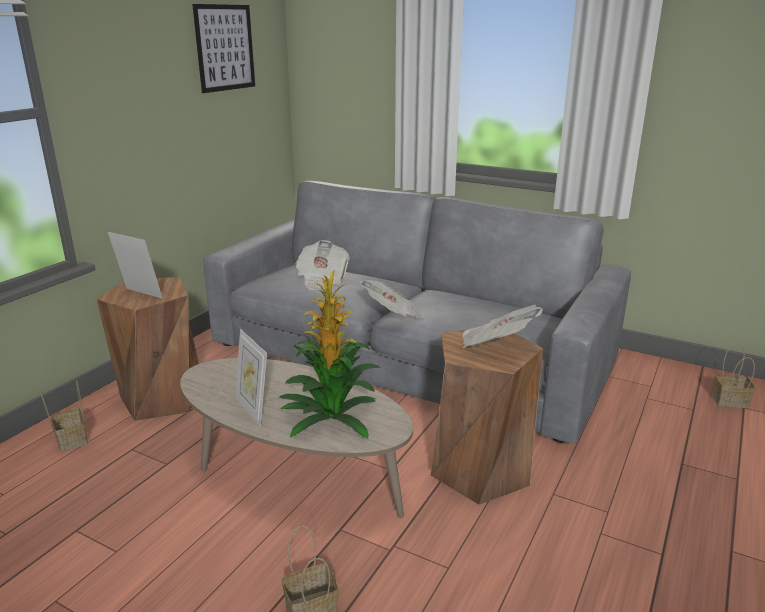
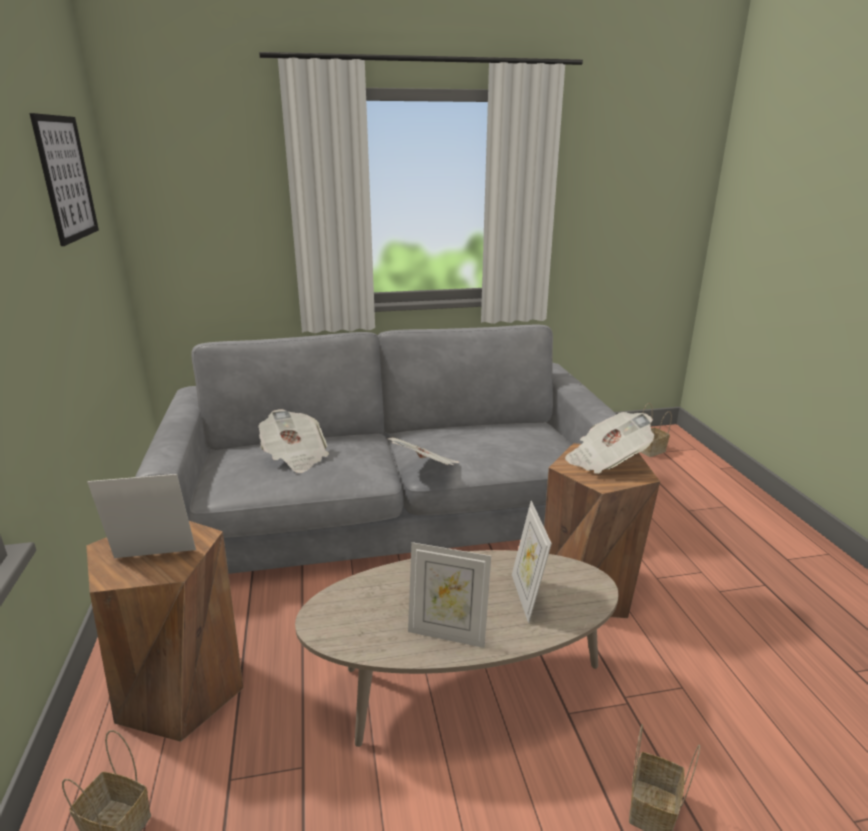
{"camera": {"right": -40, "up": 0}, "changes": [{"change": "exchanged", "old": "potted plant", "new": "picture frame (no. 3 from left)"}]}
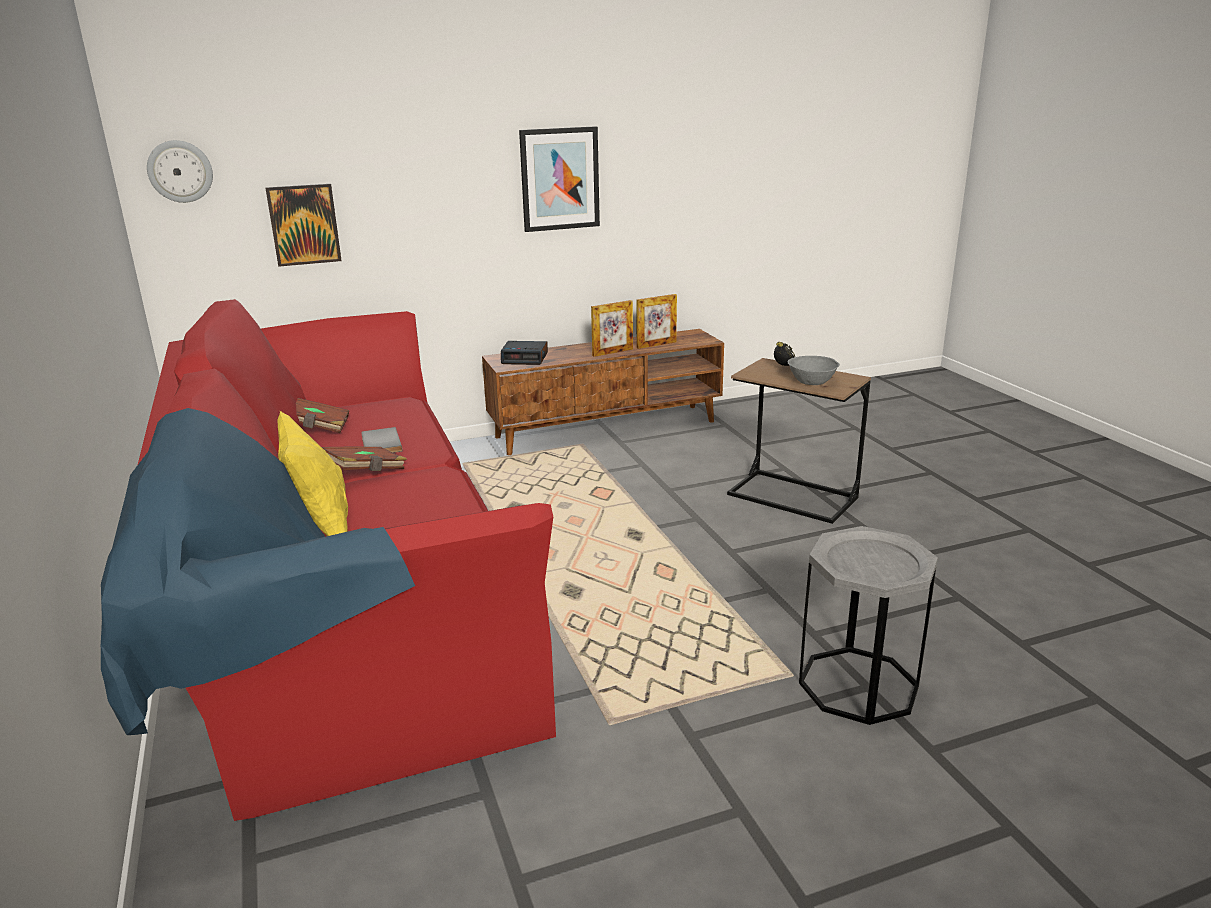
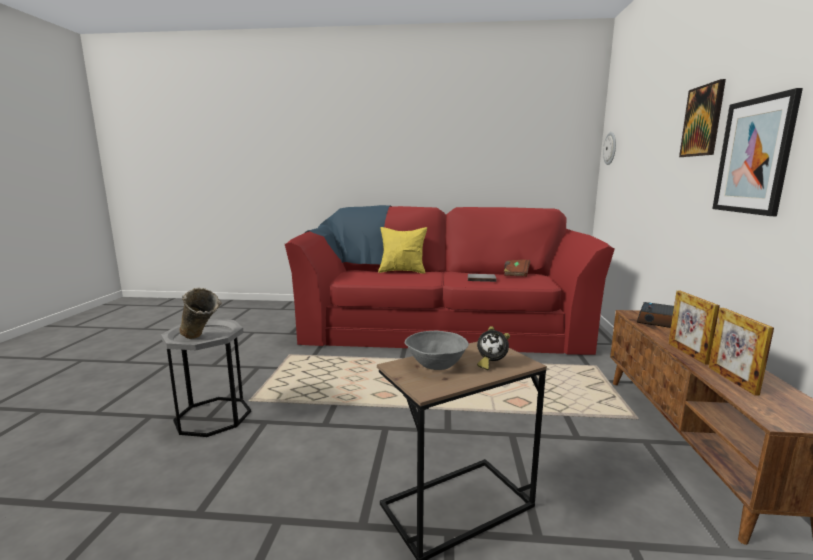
{"camera": {"right": 115, "up": -10}, "changes": [{"change": "relocated", "old": "picture (no. 1 from left)"}, {"change": "missing", "old": "brown book (no. 2 from left)"}, {"change": "appeared", "new": "beige vase"}]}
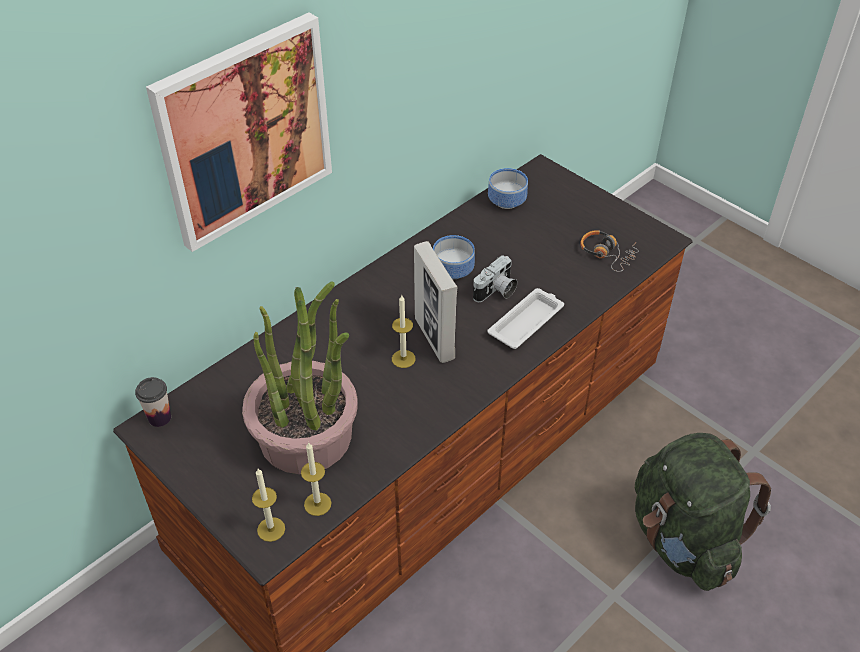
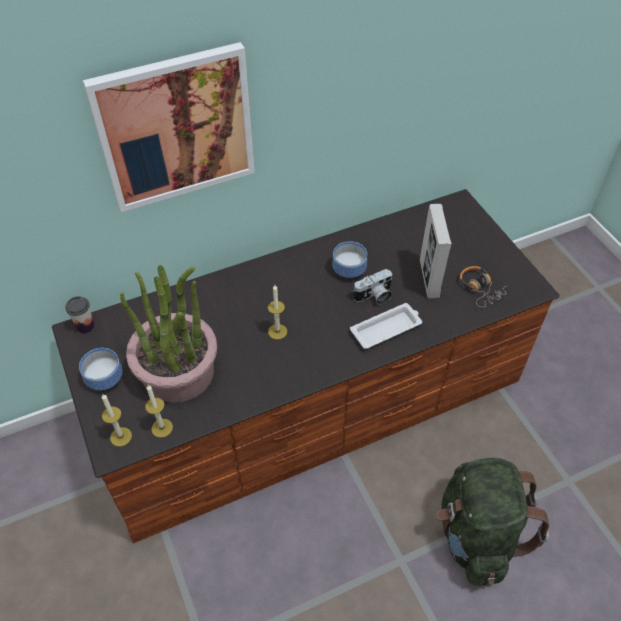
{"camera": {"right": 20, "up": 5}, "changes": [{"change": "relocated", "old": "picture frame"}, {"change": "relocated", "old": "bowl (no. 2 from left in the first image)", "new": "bowl (no. 1 from left)"}]}
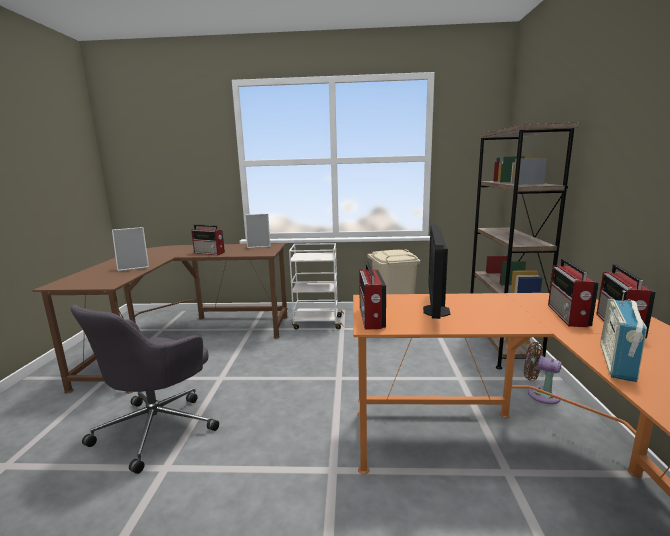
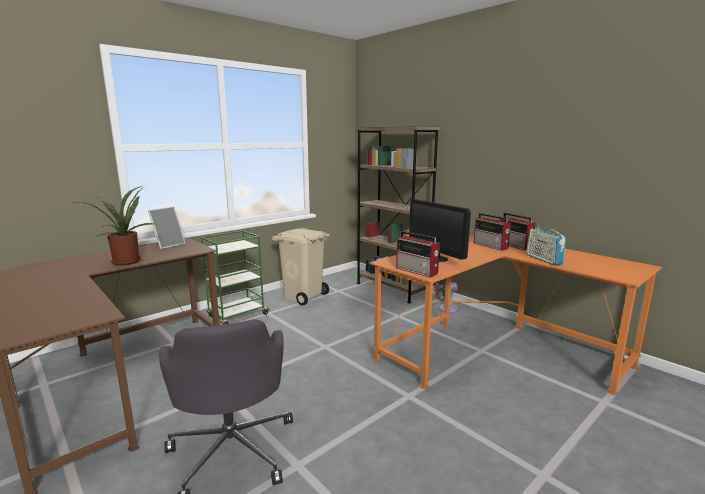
{"camera": {"right": -45, "up": 0}, "changes": [{"change": "missing", "old": "picture frame (no. 1 from left)"}, {"change": "exchanged", "old": "radio (no. 1 from left)", "new": "potted plant"}, {"change": "colour", "old": "white cart", "new": "green cart"}]}
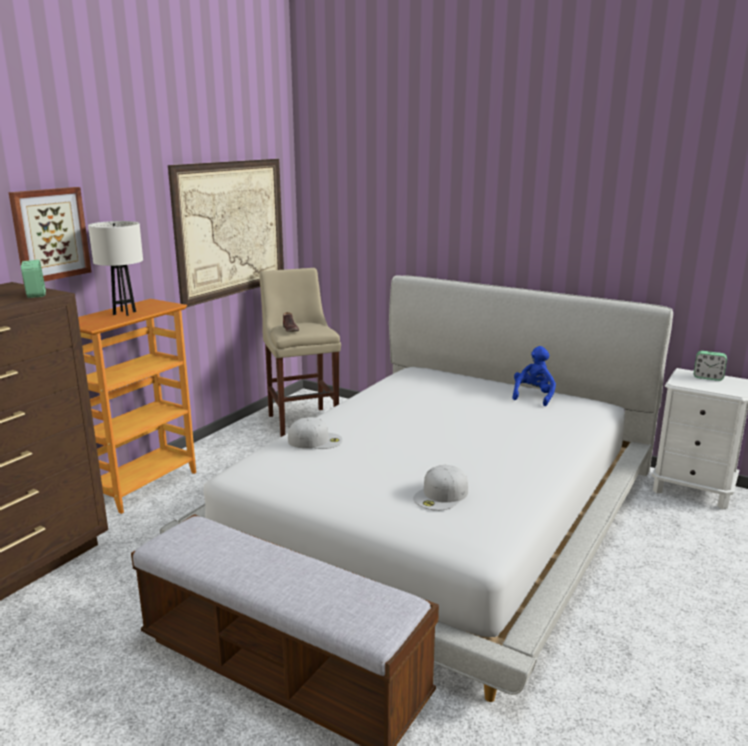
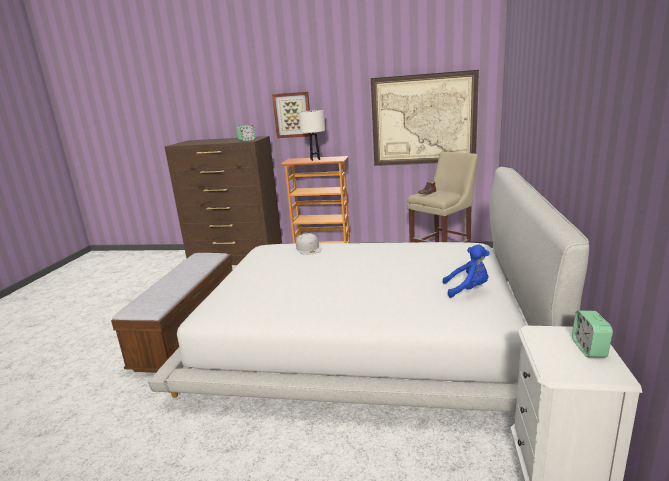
{"camera": {"right": 70, "up": 0}, "changes": [{"change": "missing", "old": "white cap (no. 2 from left)"}]}
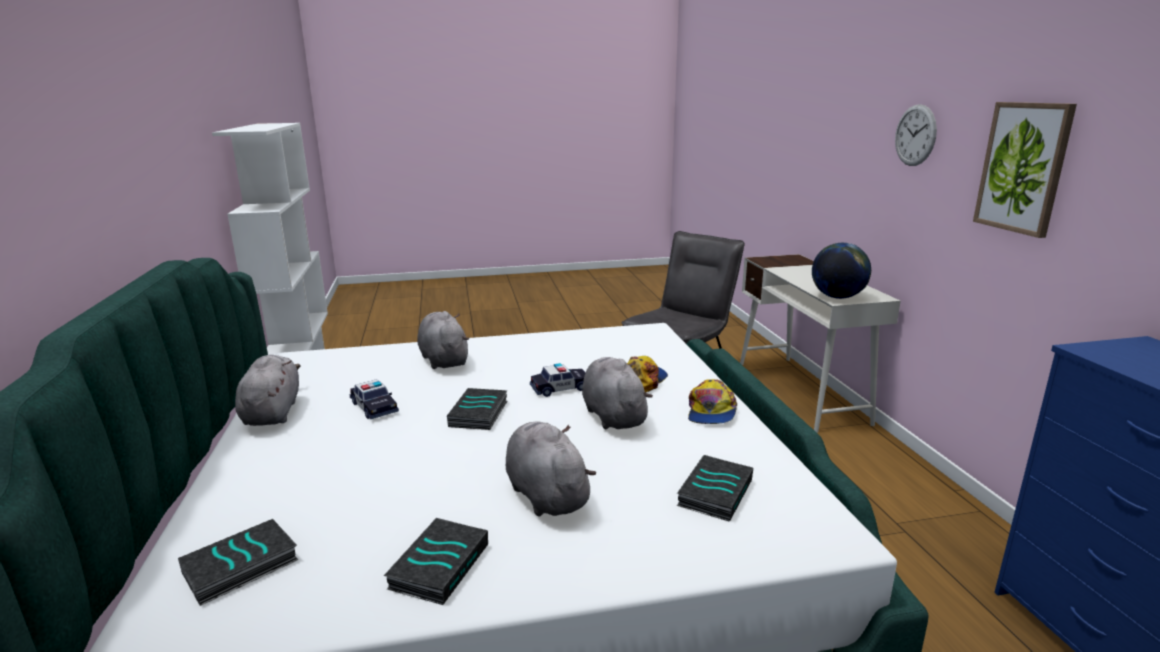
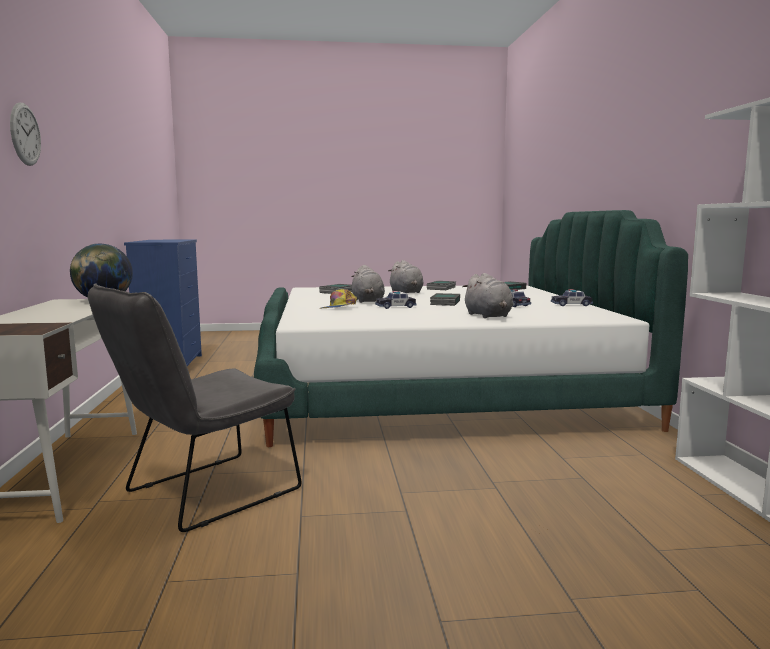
{"camera": {"right": -175, "up": -10}, "changes": [{"change": "exchanged", "old": "grey plush toy (no. 1 from left)", "new": "toy car (no. 3 from left)"}, {"change": "missing", "old": "cap (no. 2 from left)"}, {"change": "missing", "old": "picture"}]}
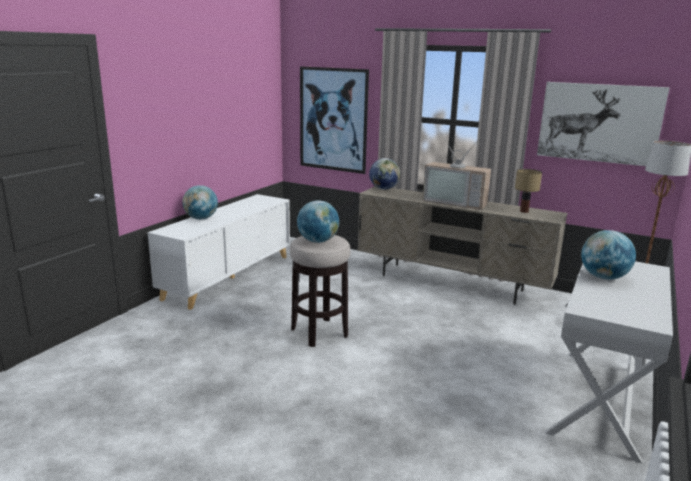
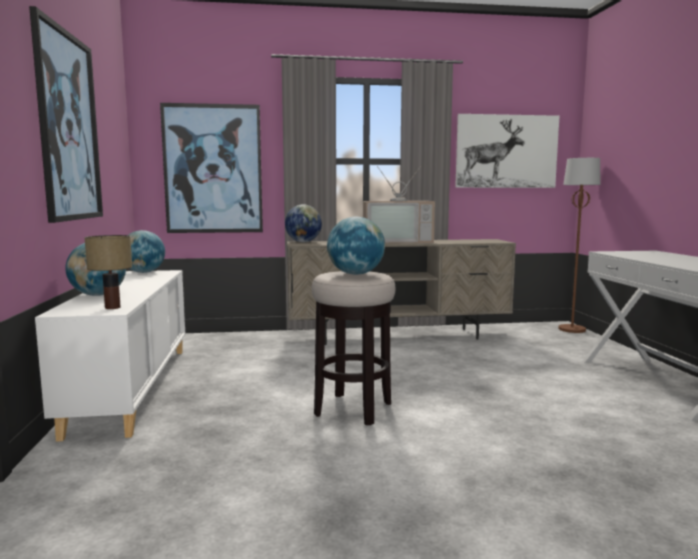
{"camera": {"right": -35, "up": -10}, "changes": [{"change": "relocated", "old": "table lamp"}, {"change": "relocated", "old": "globe (no. 4 from left in the first image)", "new": "globe (no. 2 from left)"}, {"change": "appeared", "new": "picture (no. 1 from left)"}]}
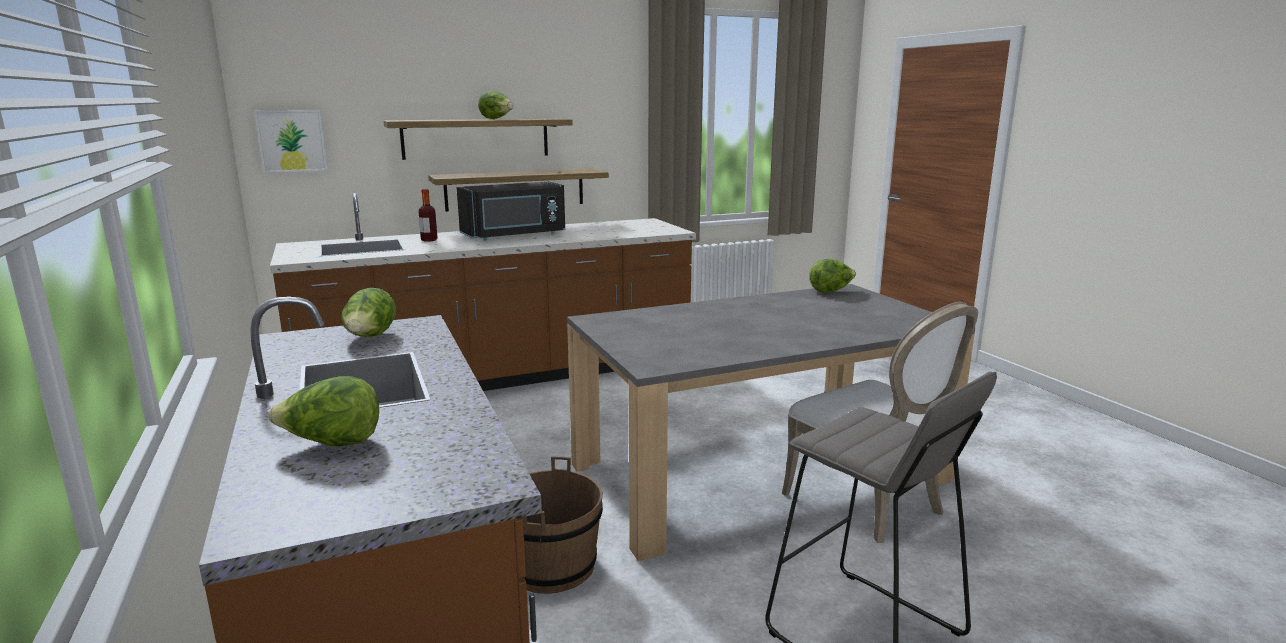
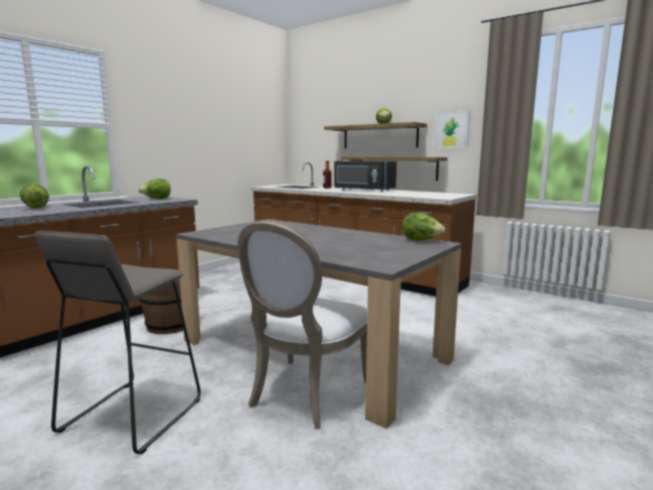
{"camera": {"right": 60, "up": -5}, "changes": [{"change": "relocated", "old": "picture"}]}
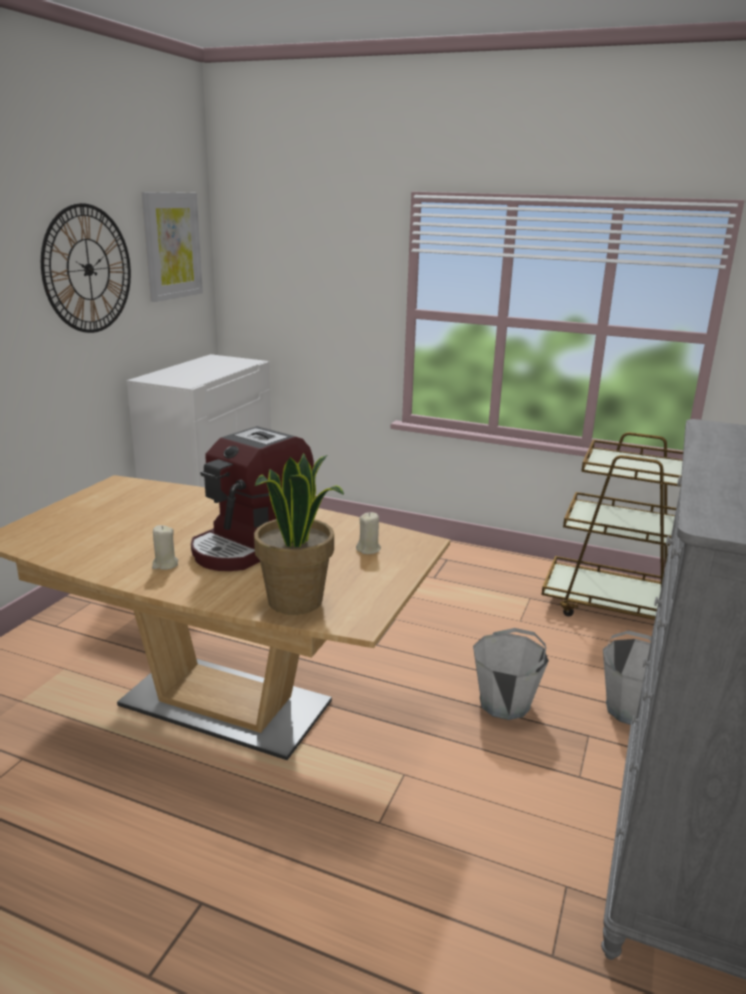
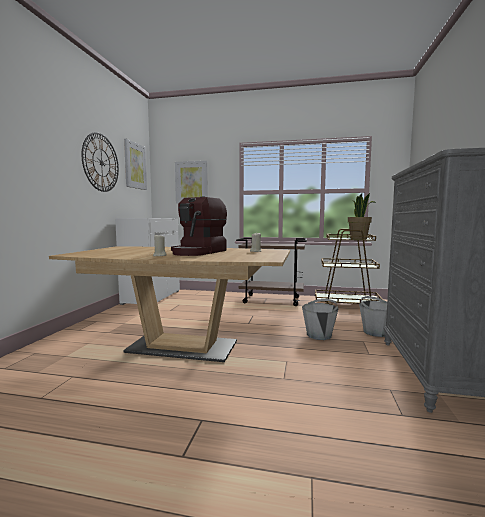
{"camera": {"right": -10, "up": -15}, "changes": [{"change": "relocated", "old": "potted plant"}, {"change": "appeared", "new": "picture (no. 2 from left)"}, {"change": "appeared", "new": "brown cart (no. 1 from left)"}]}
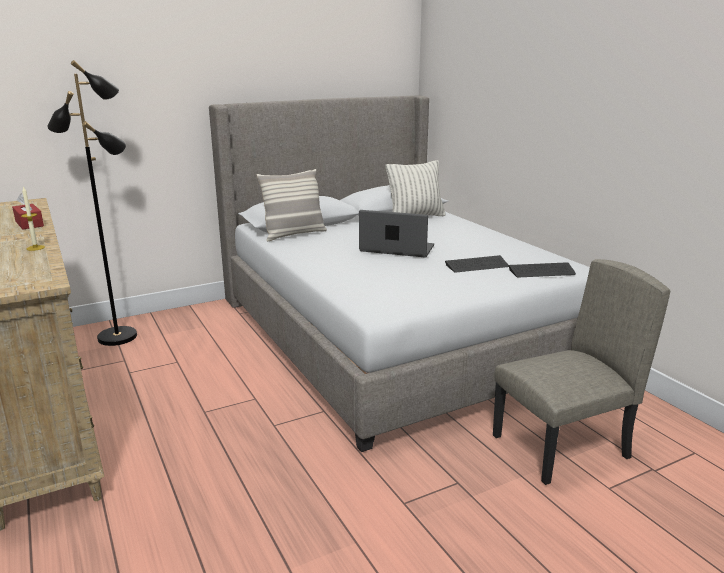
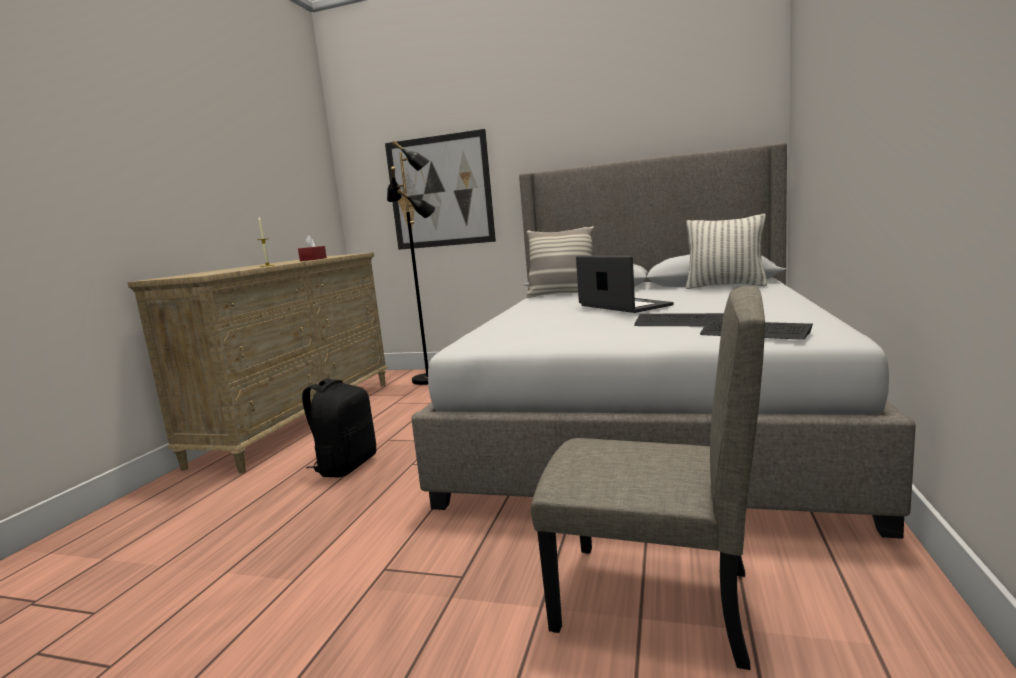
{"camera": {"right": 45, "up": -10}, "changes": [{"change": "appeared", "new": "black backpack"}, {"change": "appeared", "new": "picture"}]}
